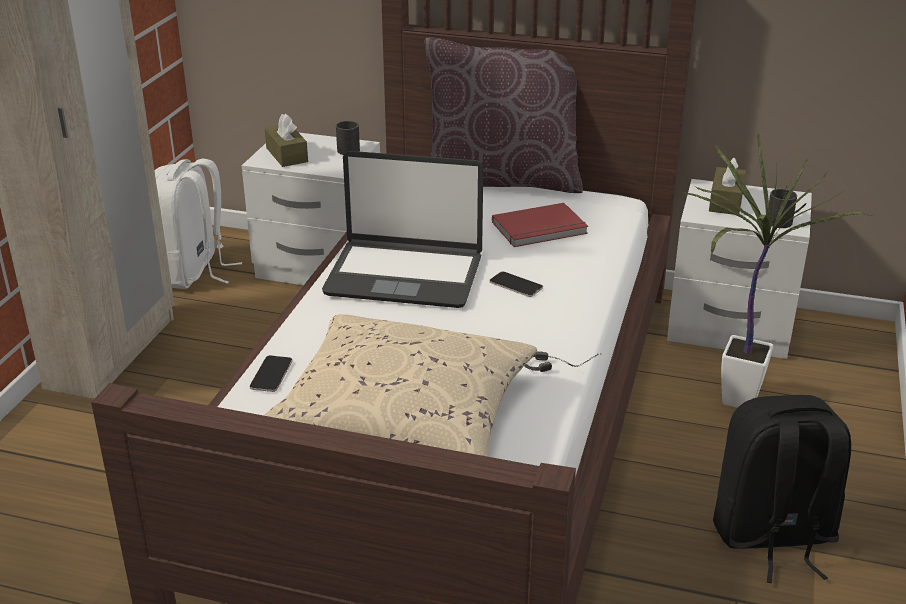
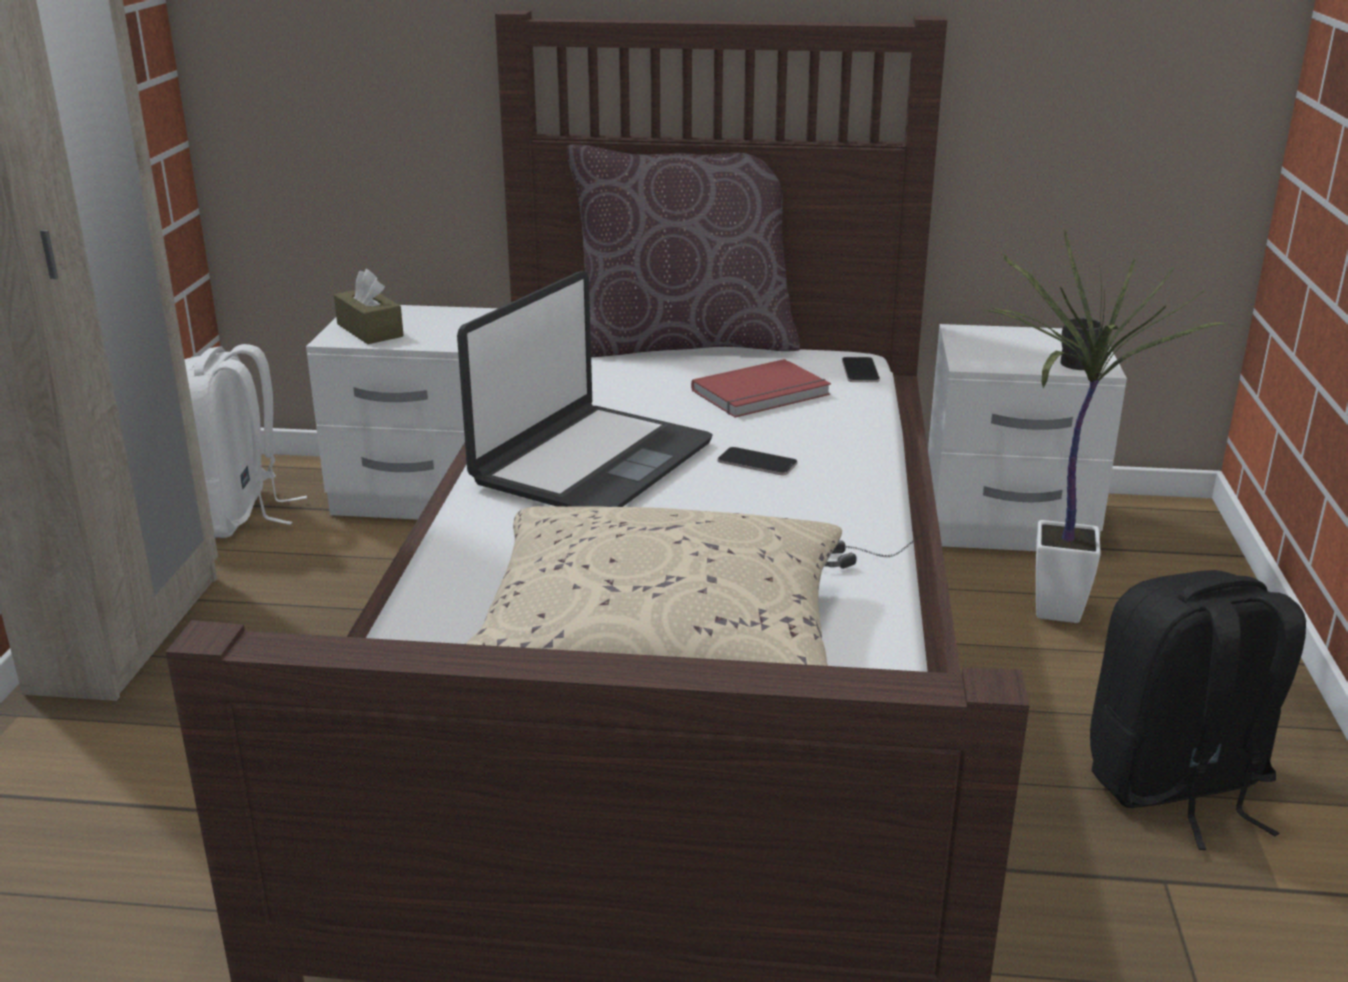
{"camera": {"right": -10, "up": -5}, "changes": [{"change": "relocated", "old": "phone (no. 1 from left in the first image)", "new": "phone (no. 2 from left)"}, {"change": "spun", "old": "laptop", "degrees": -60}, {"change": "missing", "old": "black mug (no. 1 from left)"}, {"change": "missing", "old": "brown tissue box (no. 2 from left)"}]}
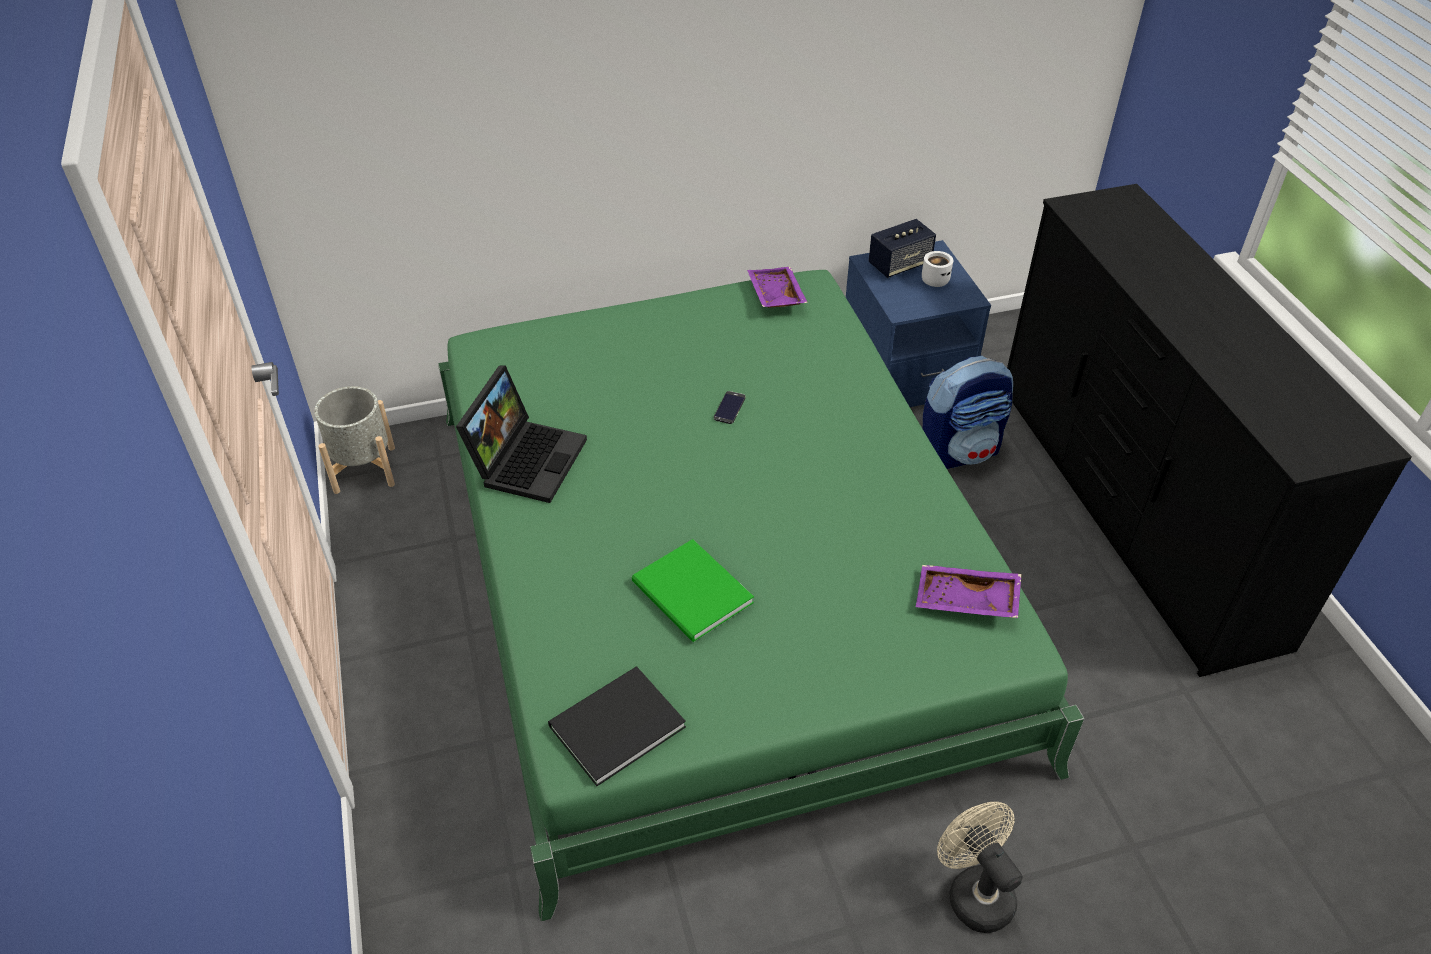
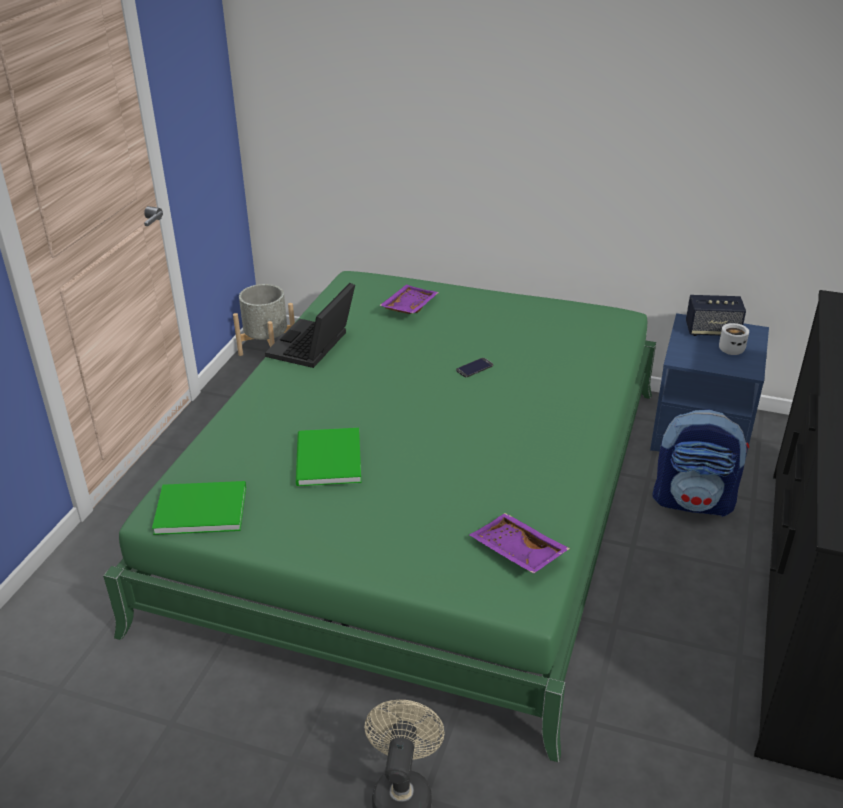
{"camera": {"right": 35, "up": -10}, "changes": [{"change": "spun", "old": "laptop", "degrees": 150}, {"change": "colour", "old": "black book", "new": "green book (no. 1 from left)"}, {"change": "relocated", "old": "purple tray (no. 1 from left)"}]}
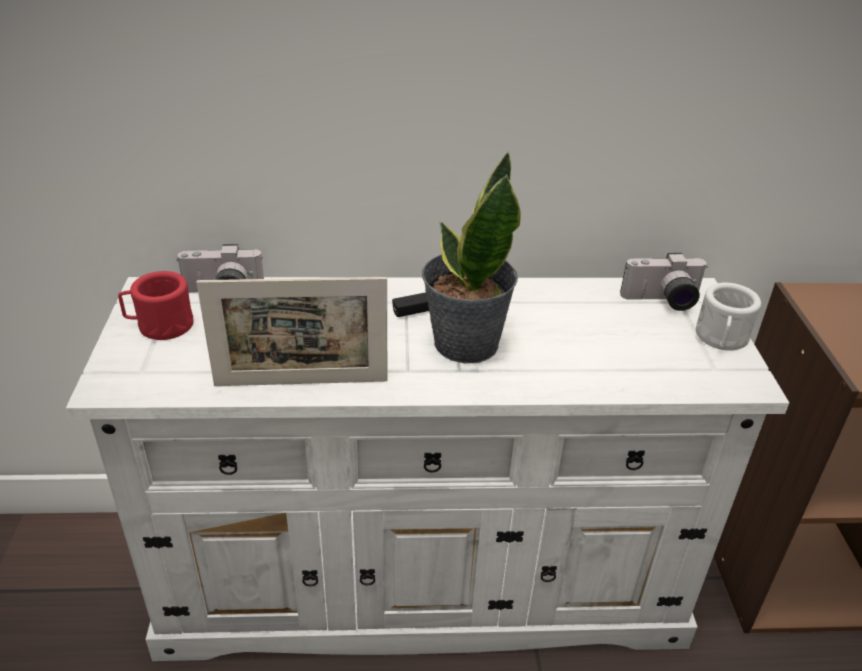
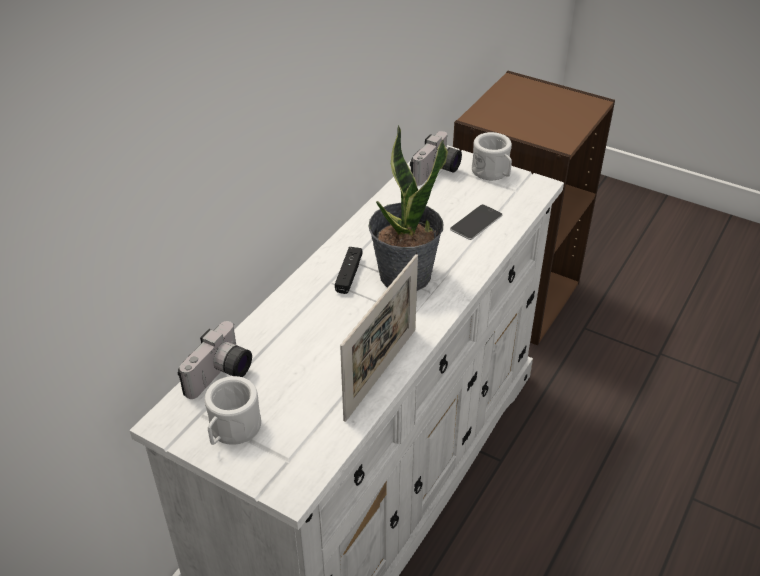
{"camera": {"right": -55, "up": 5}, "changes": [{"change": "colour", "old": "red mug", "new": "white mug (no. 1 from left)"}, {"change": "appeared", "new": "phone"}]}
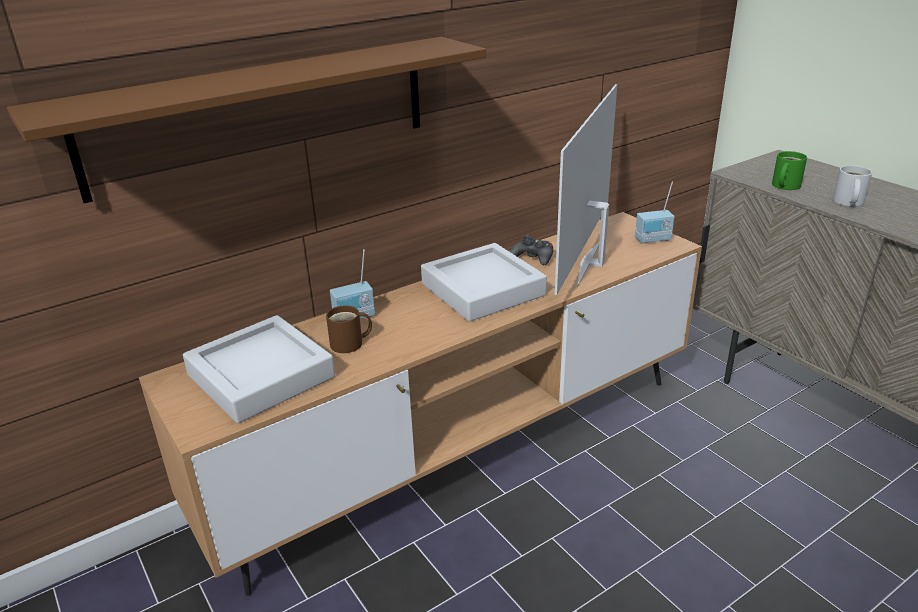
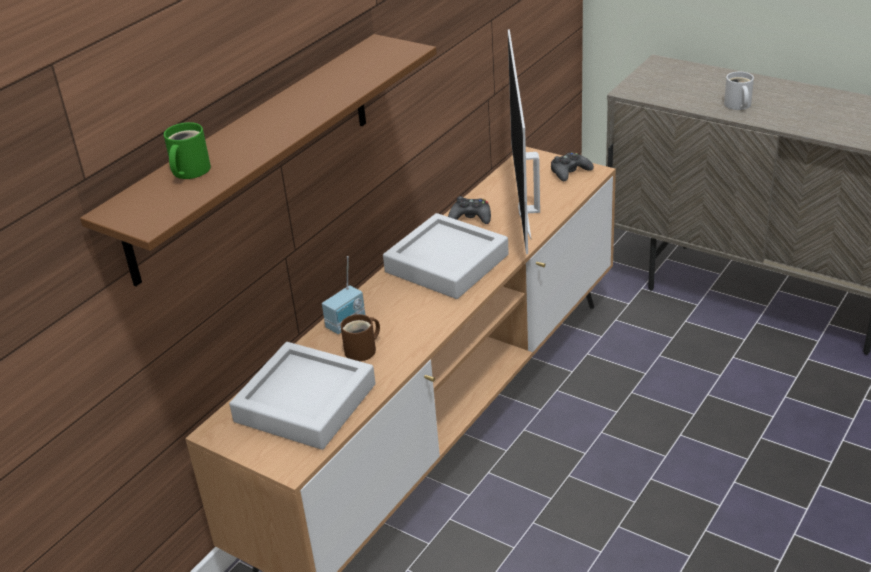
{"camera": {"right": -20, "up": 5}, "changes": [{"change": "exchanged", "old": "radio (no. 2 from left)", "new": "black game controller (no. 2 from left)"}, {"change": "relocated", "old": "green mug"}]}
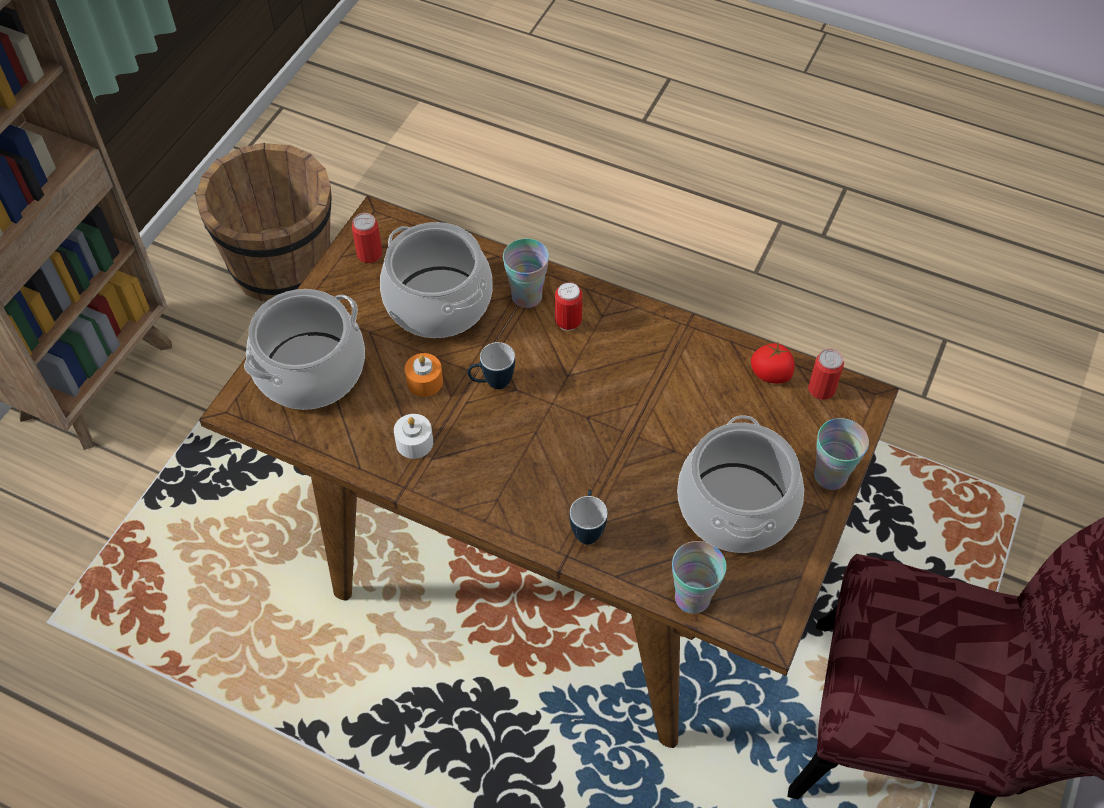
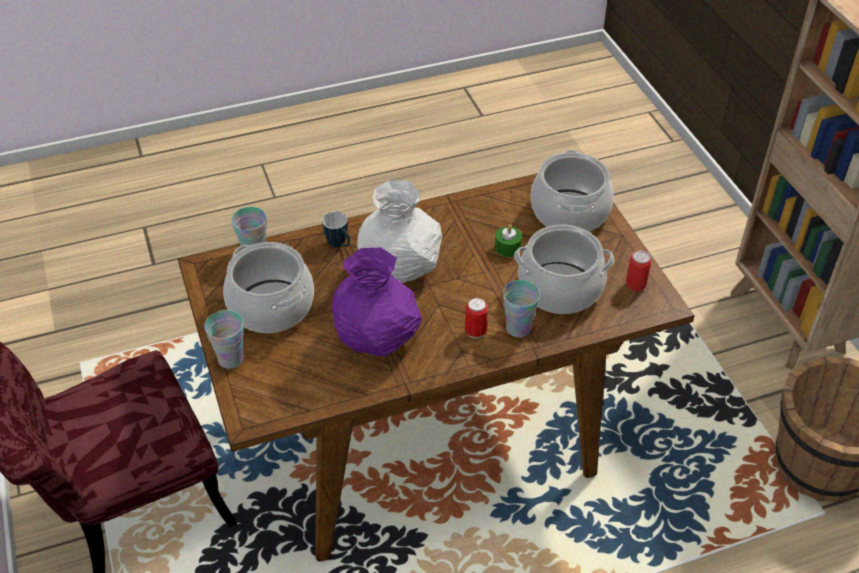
{"camera": {"right": 135, "up": -10}, "changes": [{"change": "missing", "old": "white candle"}, {"change": "colour", "old": "orange candle", "new": "green candle"}, {"change": "missing", "old": "mug (no. 1 from left)"}, {"change": "missing", "old": "tomato"}, {"change": "missing", "old": "can (no. 3 from left)"}, {"change": "appeared", "new": "purple vase"}, {"change": "appeared", "new": "white vase"}]}
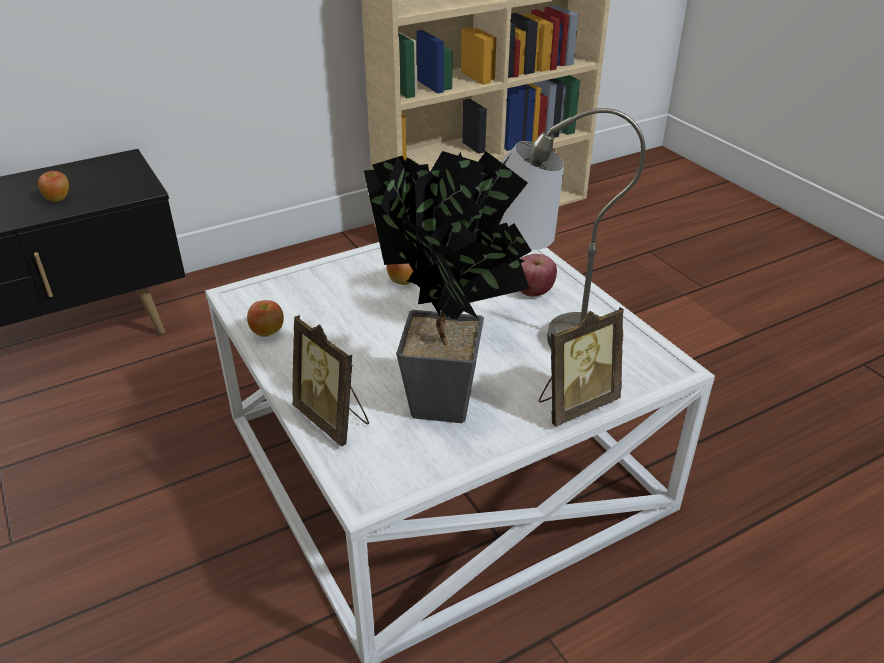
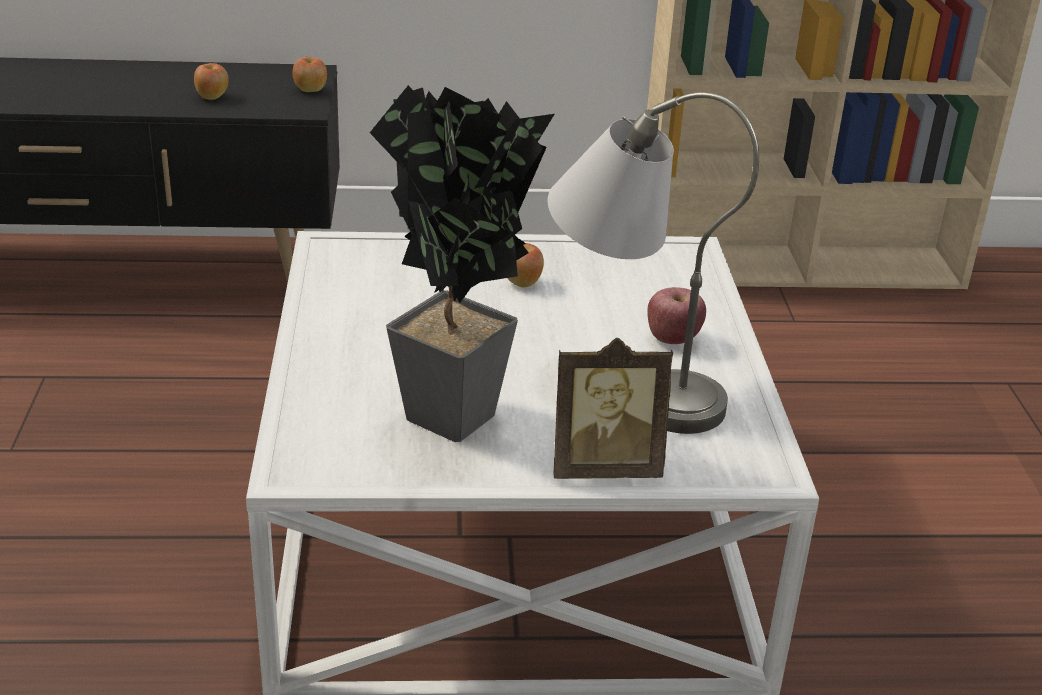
{"camera": {"right": 25, "up": -5}, "changes": [{"change": "relocated", "old": "apple (no. 2 from left)"}, {"change": "missing", "old": "picture frame (no. 1 from left)"}]}
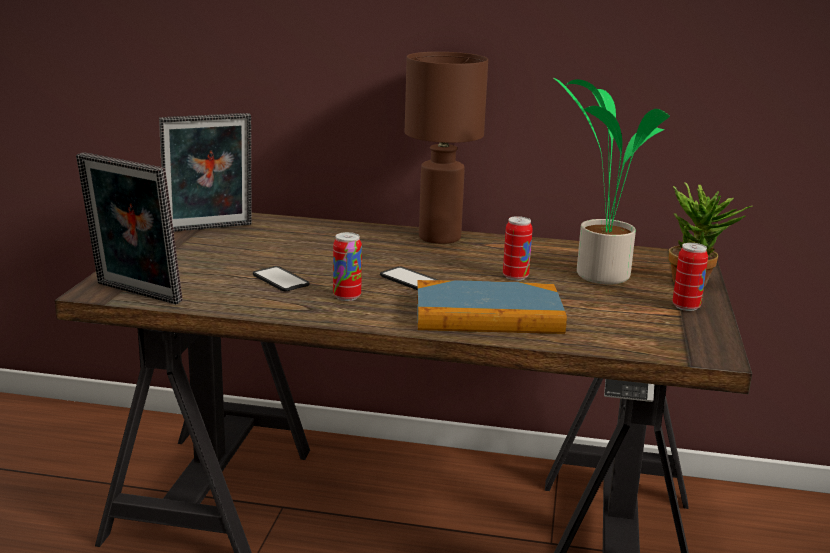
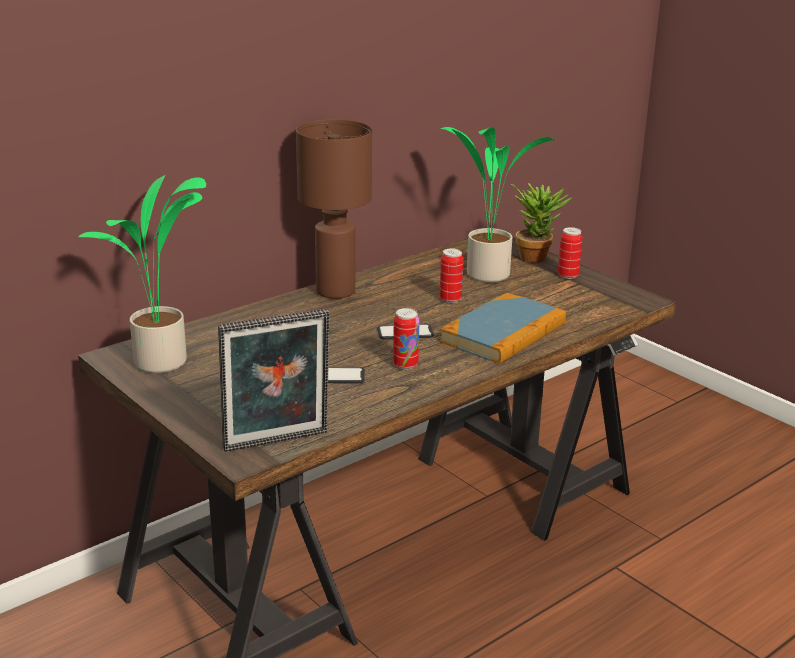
{"camera": {"right": -50, "up": 5}, "changes": [{"change": "exchanged", "old": "picture frame (no. 2 from left)", "new": "potted plant (no. 1 from left)"}]}
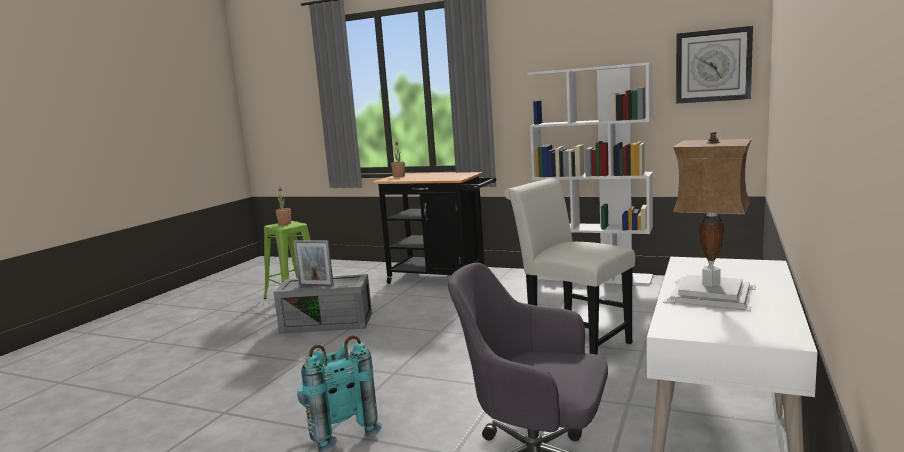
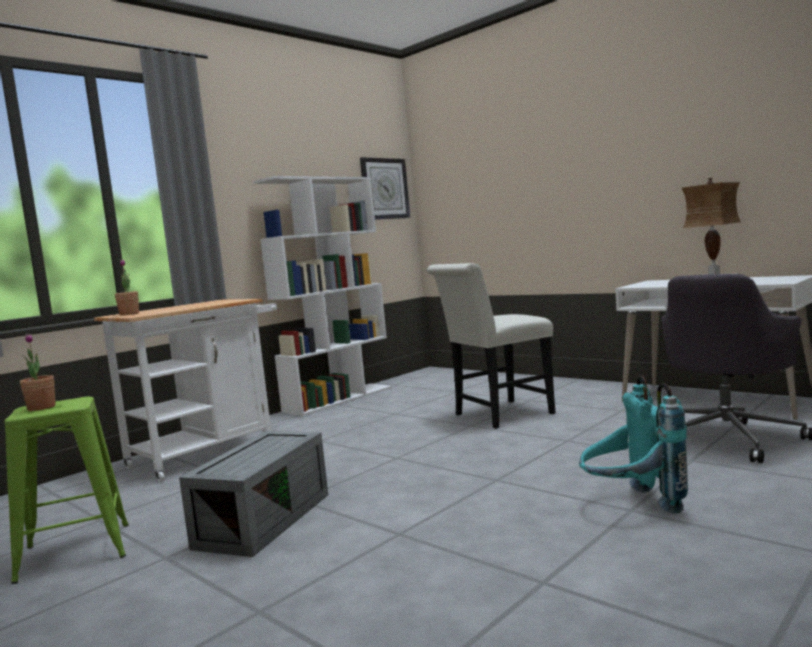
{"camera": {"right": -70, "up": -5}, "changes": [{"change": "missing", "old": "picture frame"}, {"change": "colour", "old": "black cart", "new": "white cart"}]}
